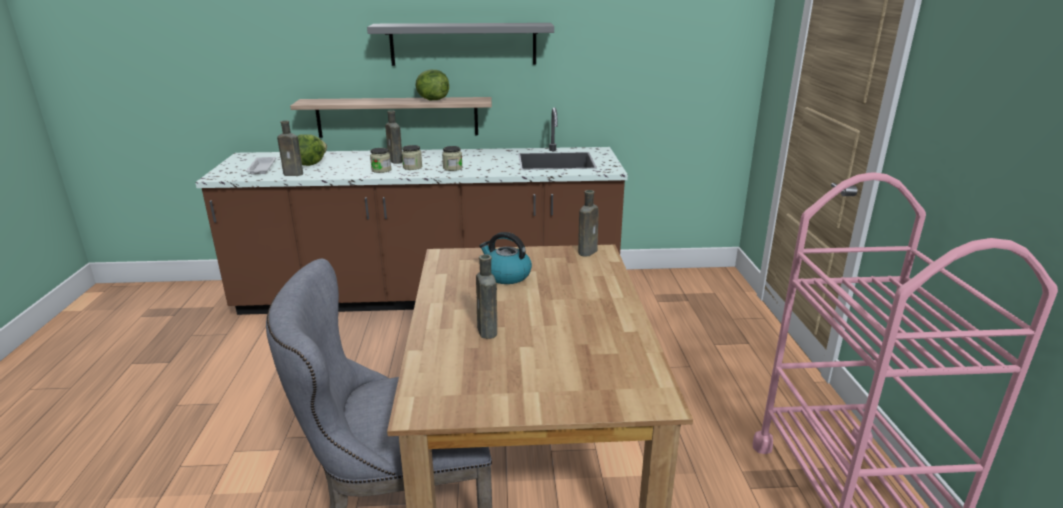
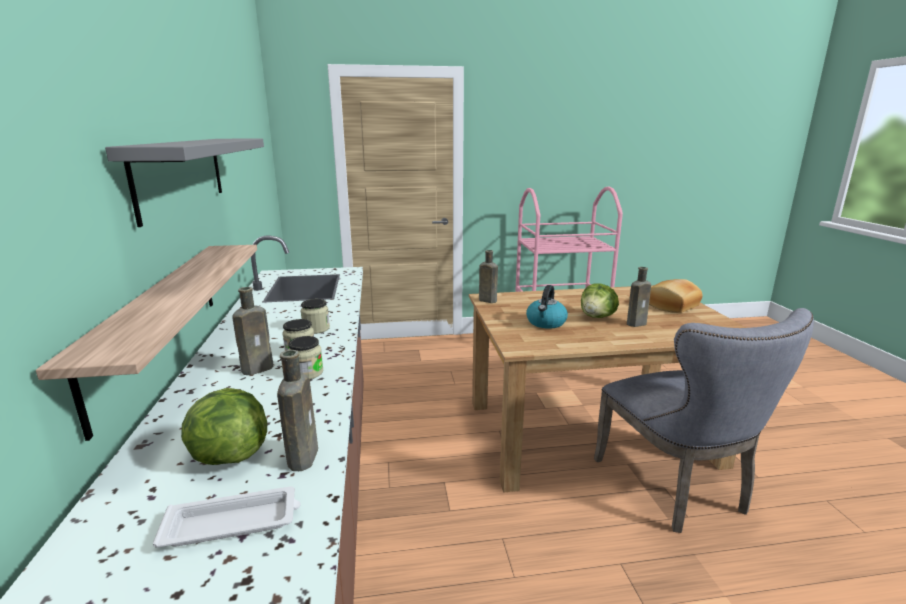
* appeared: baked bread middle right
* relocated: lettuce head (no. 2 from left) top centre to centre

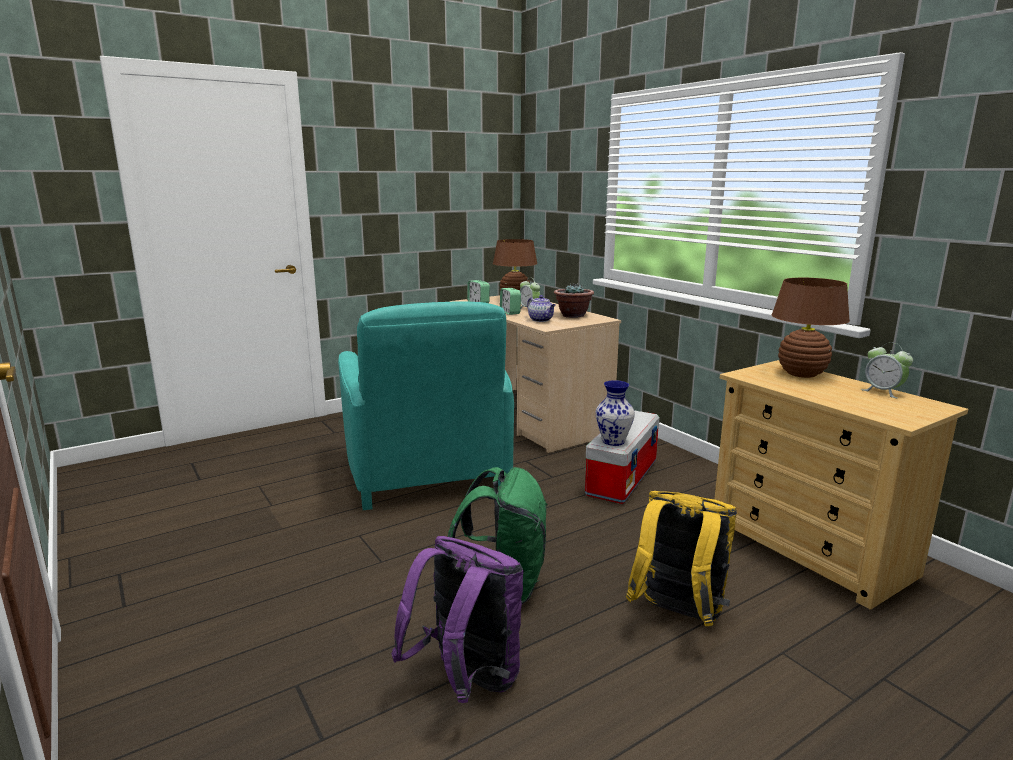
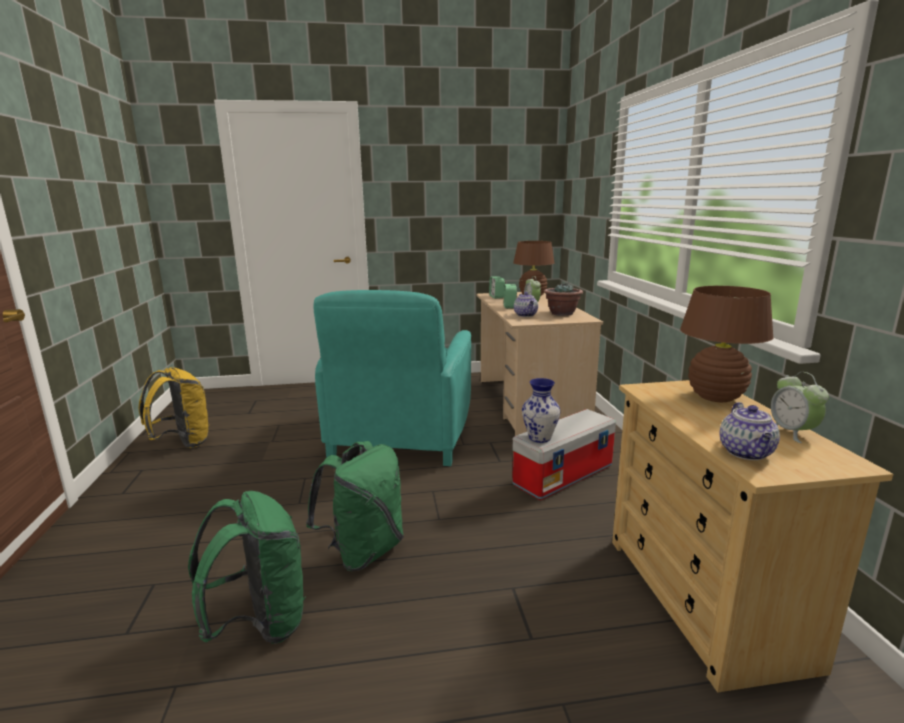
* appeared: tea pot (no. 2 from left) middle right
* relocated: knapsack (yellow-coloured) bottom right to middle left
* colour: knapsack (purplish) bottom centre to knapsack (green) (no. 1 from left) bottom left

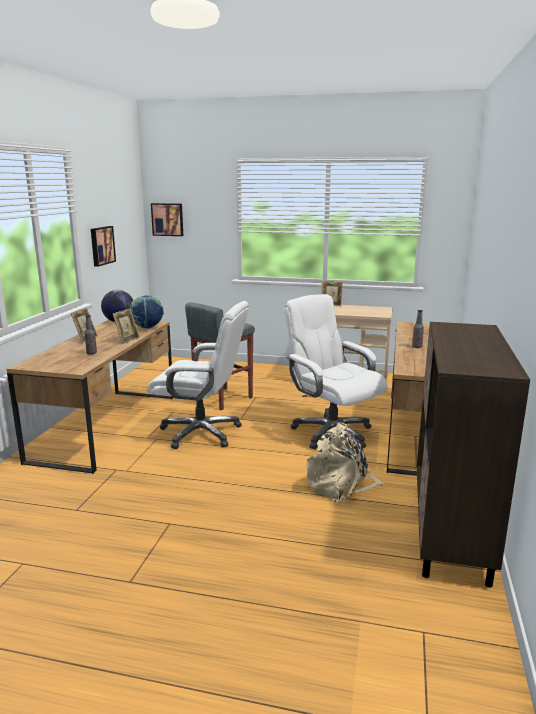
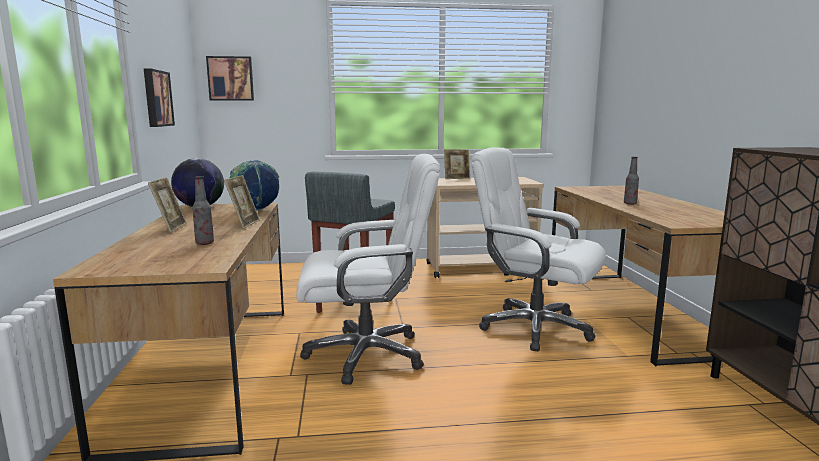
* missing: knapsack (beige-coloured) centre

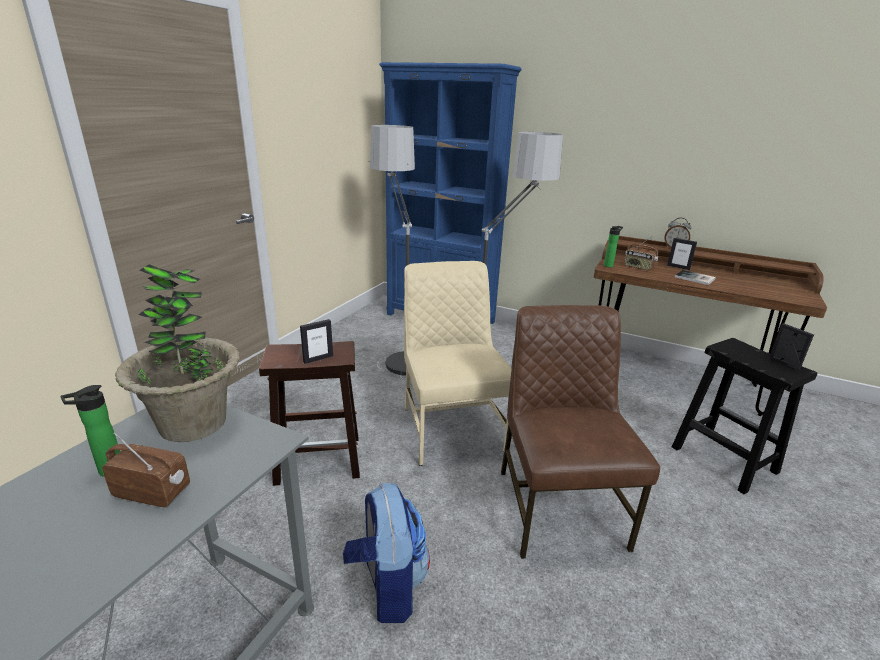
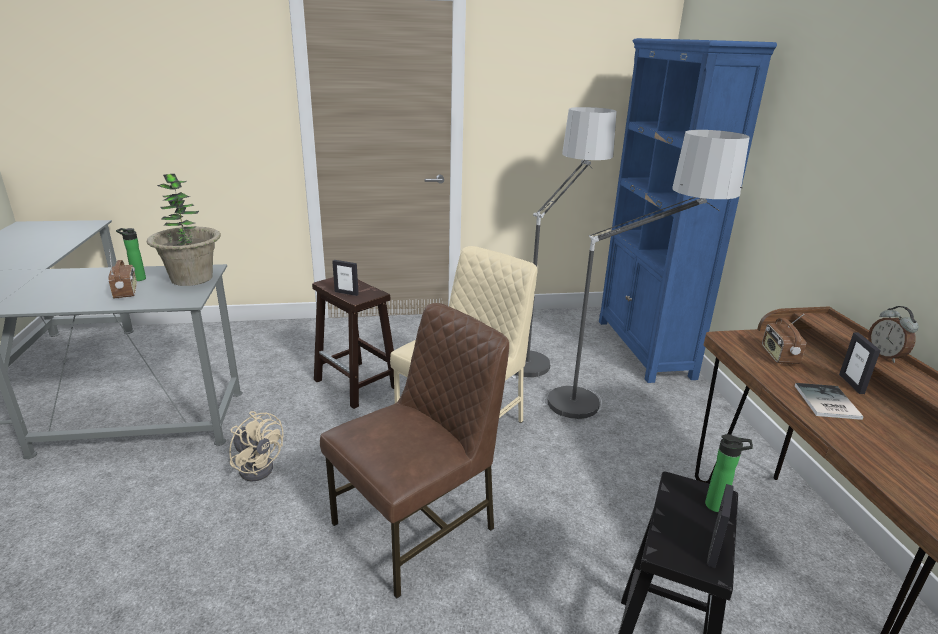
* relocated: drink bottle (no. 2 from left) middle right to bottom right
* exchanged: knapsack bottom centre to cooling fan (beige-coloured) bottom left

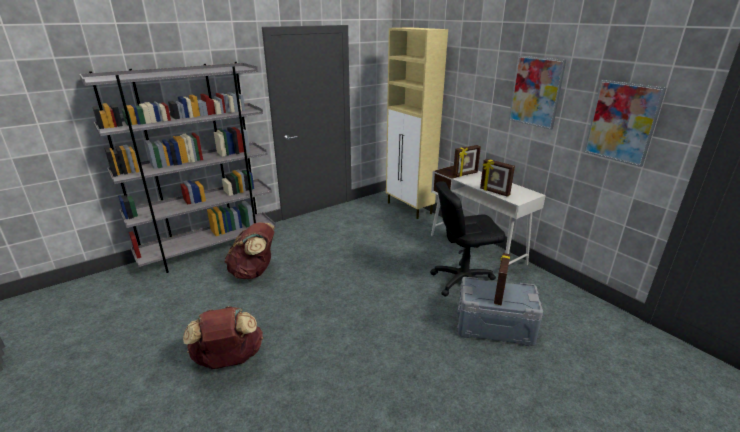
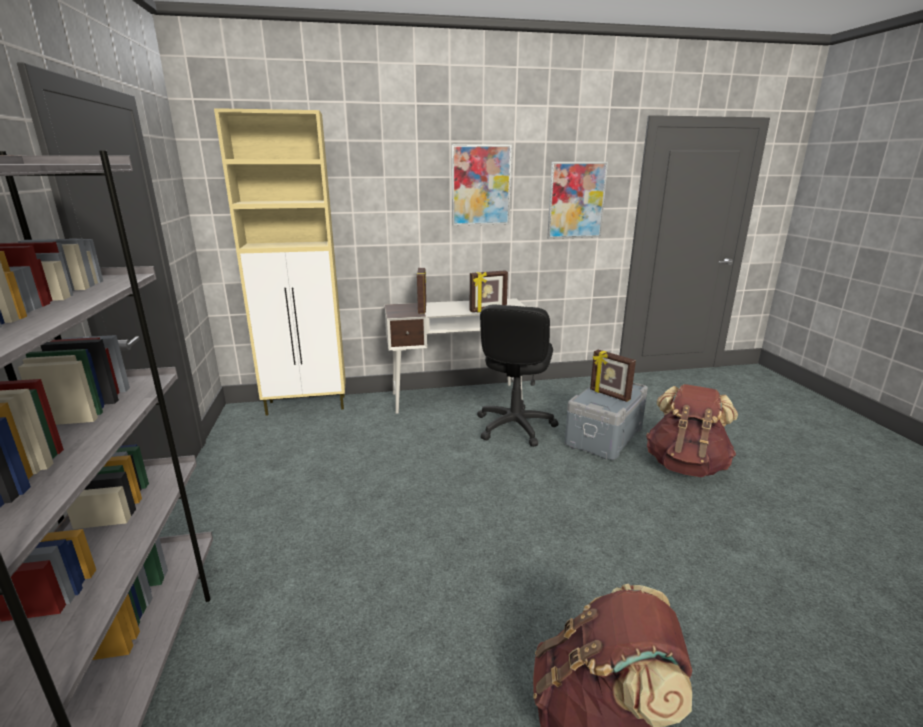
* relocated: knapsack (brownish) (no. 2 from left) centre to middle right

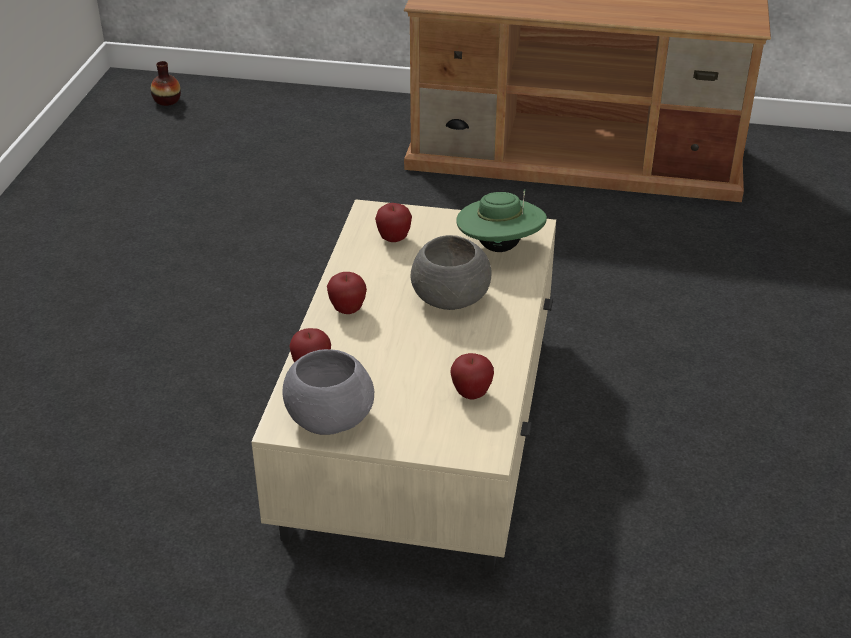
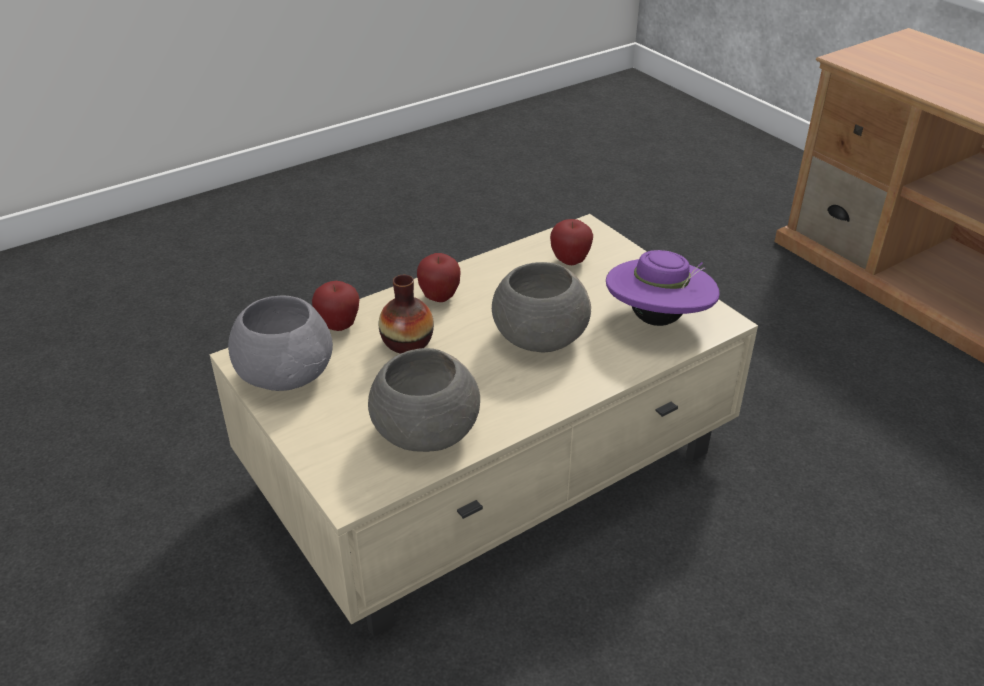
* relocated: vase top left to centre
* exchanged: whole apple (no. 4 from left) centre to serving bowl (gray) (no. 2 from left) centre
* colour: clothing hat (green) centre to clothing hat (purplish) middle right

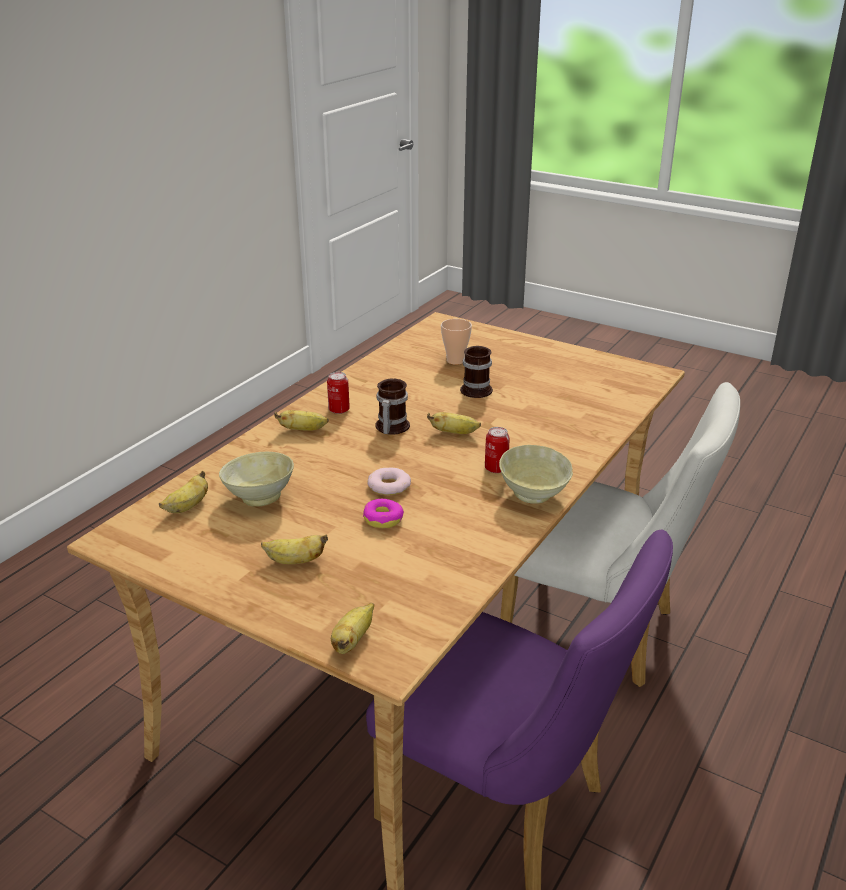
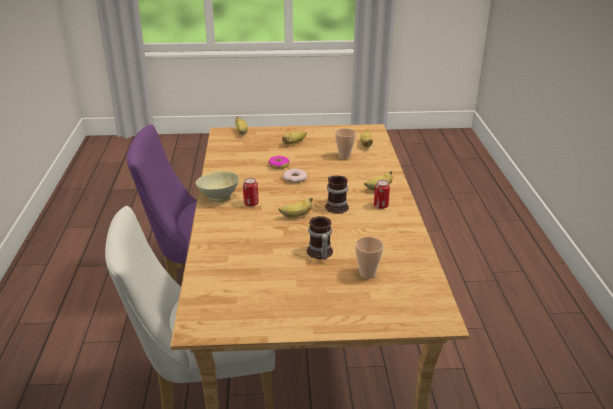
* exchanged: serving bowl (beige-coloured) (no. 1 from left) middle left to drinking cup (no. 1 from left) centre

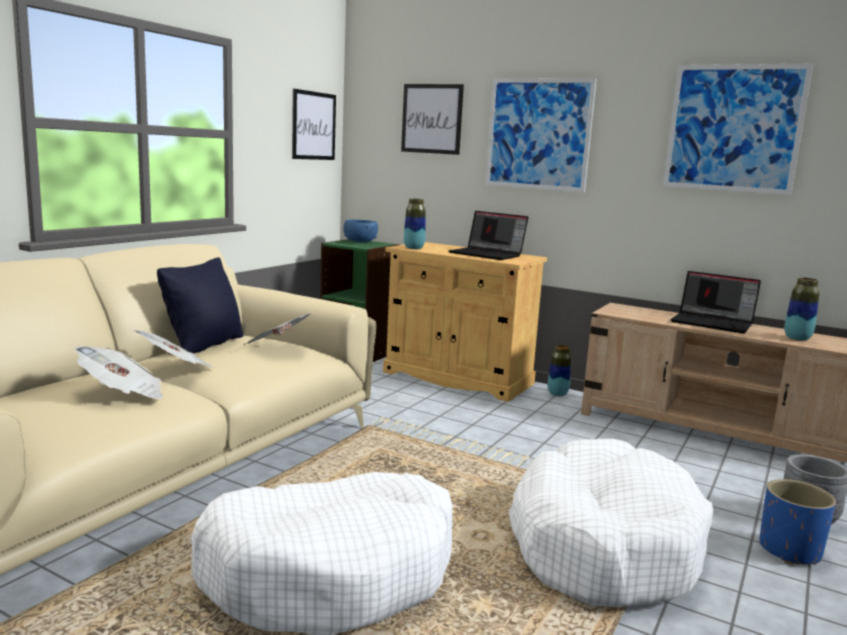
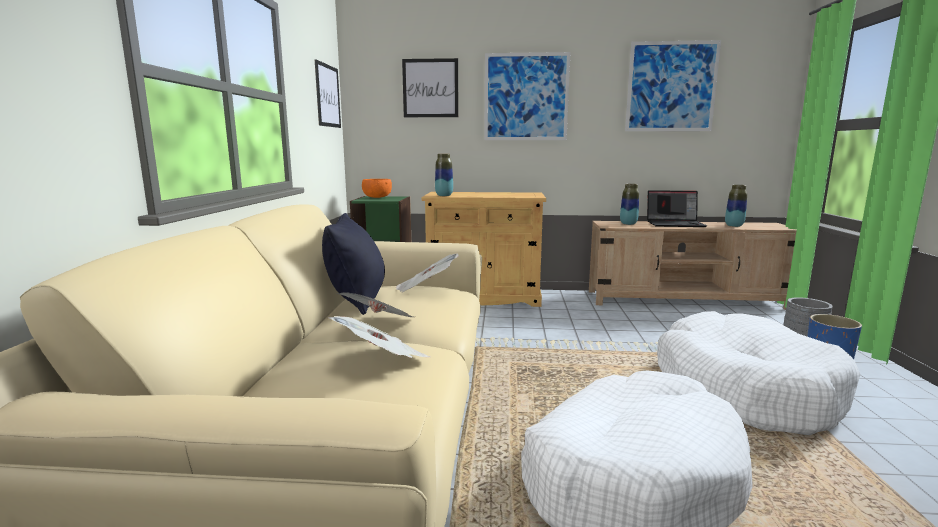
* missing: portable computer (no. 1 from left) centre
* relocated: vase (no. 2 from left) centre to middle right
* colour: serving bowl (blue) centre to serving bowl (orange) centre

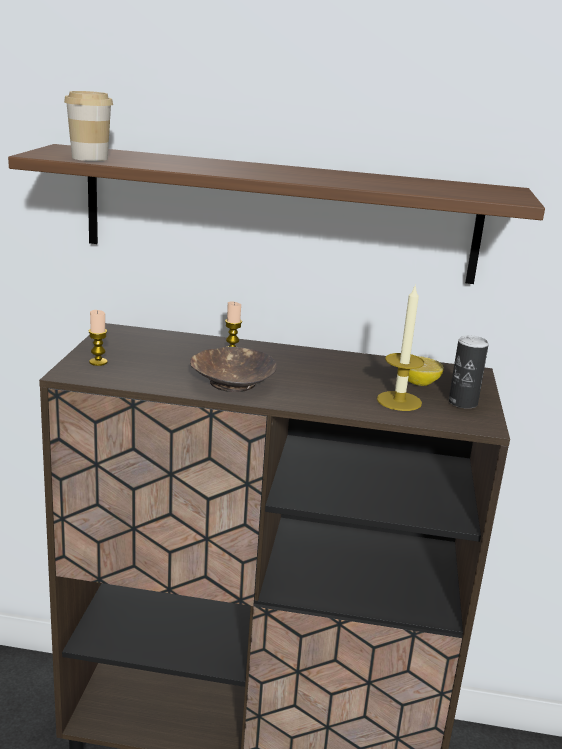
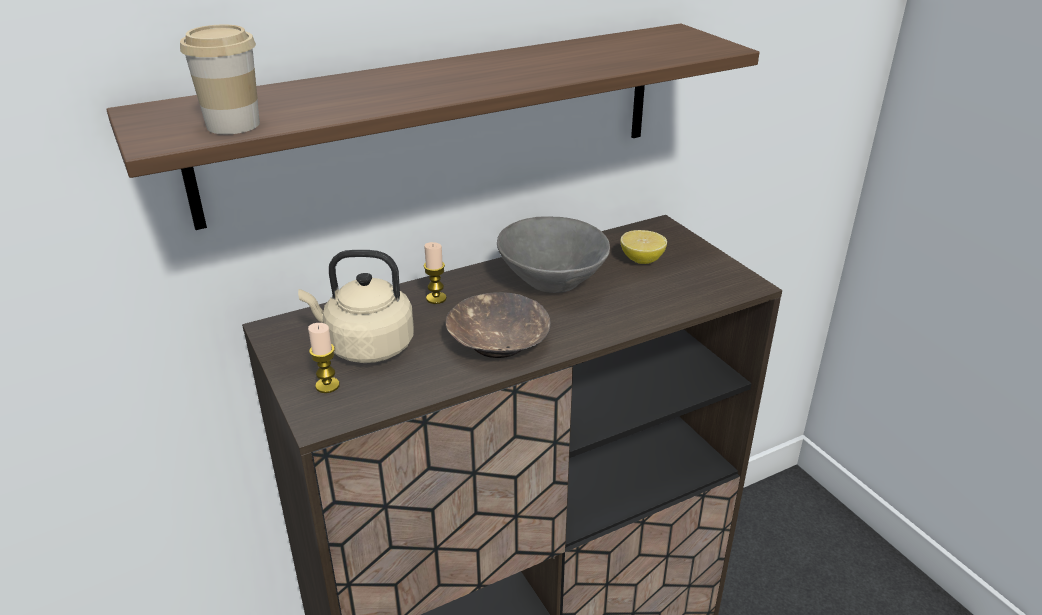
* missing: wax light (no. 3 from left) middle right
* missing: sealed can middle right
* appeared: water kettle (beige-coloured) centre
* appeared: serving bowl (gray) centre

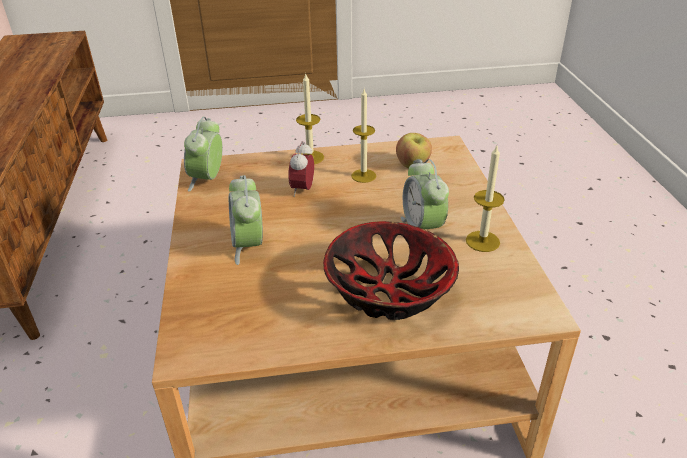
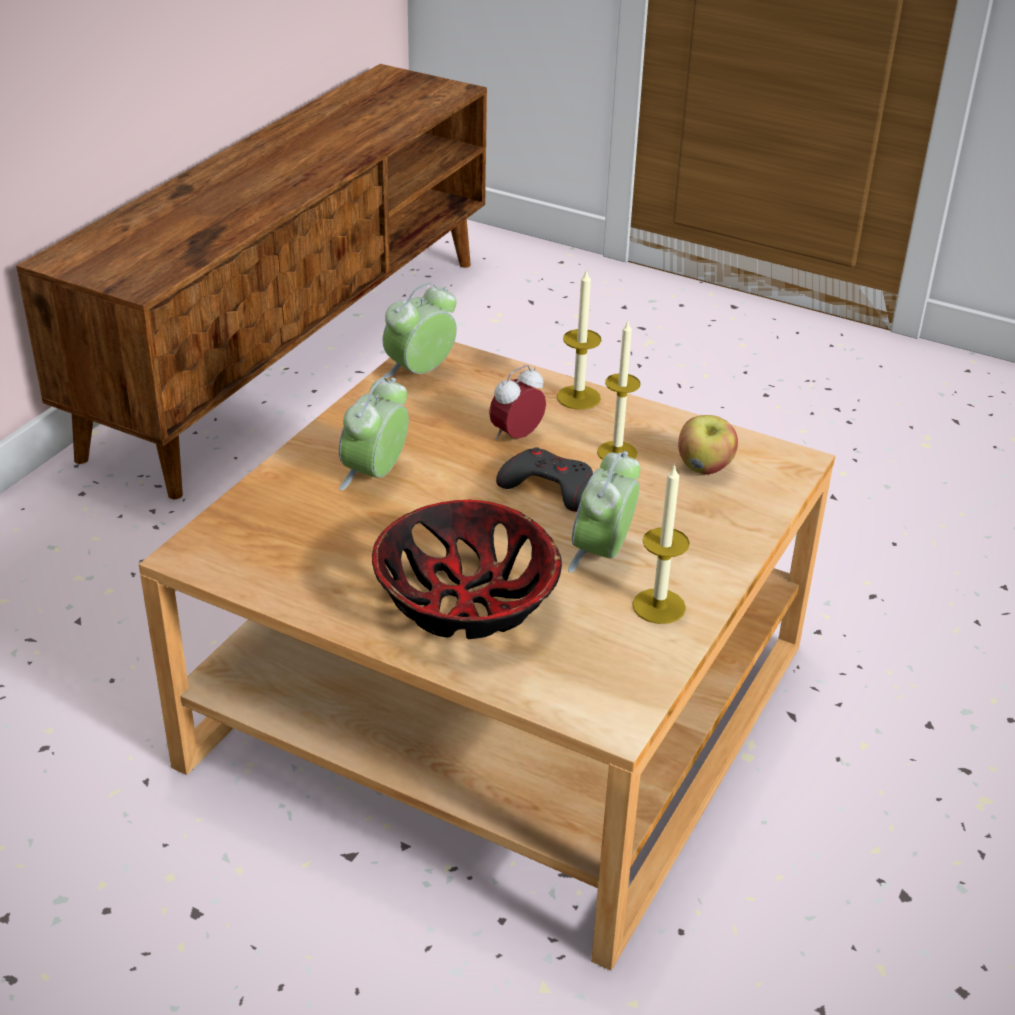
* appeared: joypad (gray) centre

